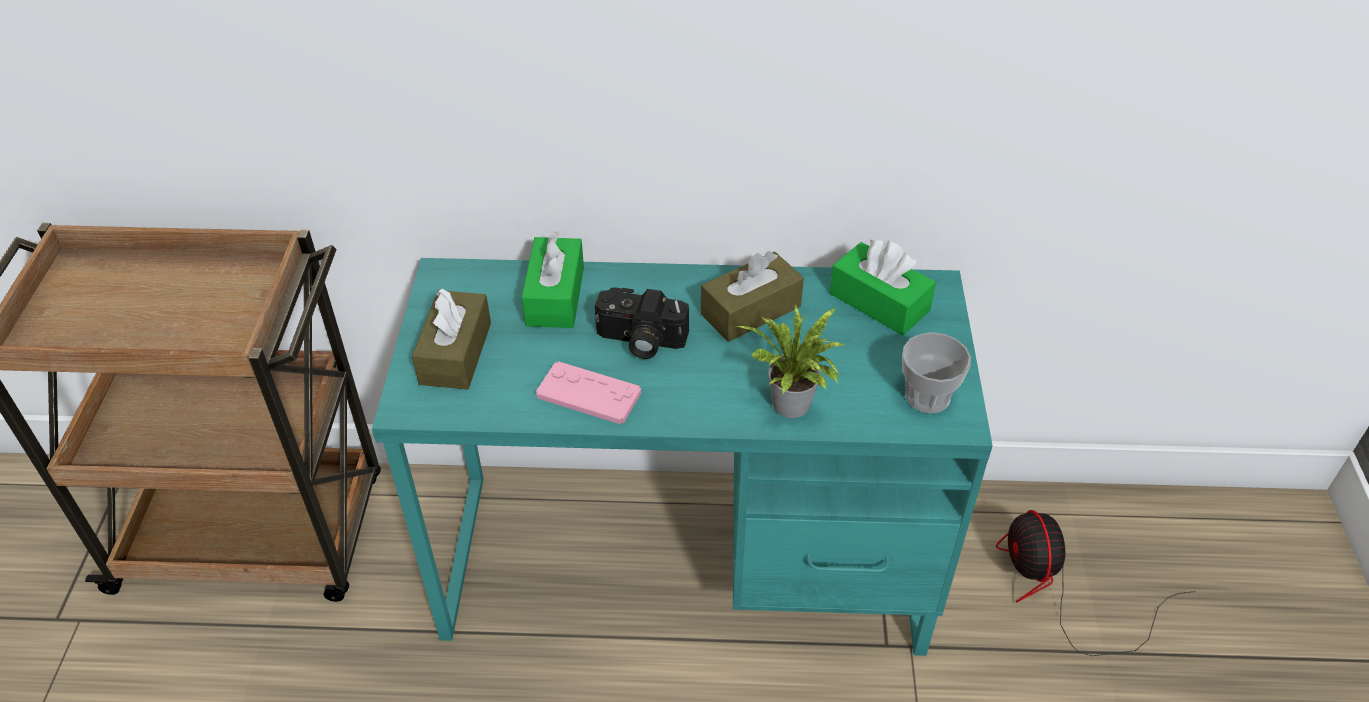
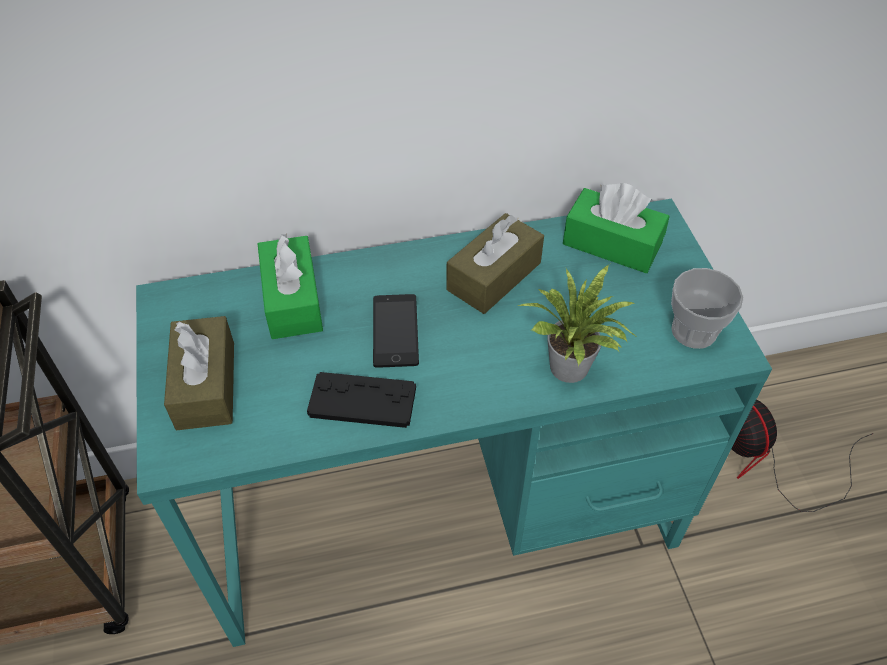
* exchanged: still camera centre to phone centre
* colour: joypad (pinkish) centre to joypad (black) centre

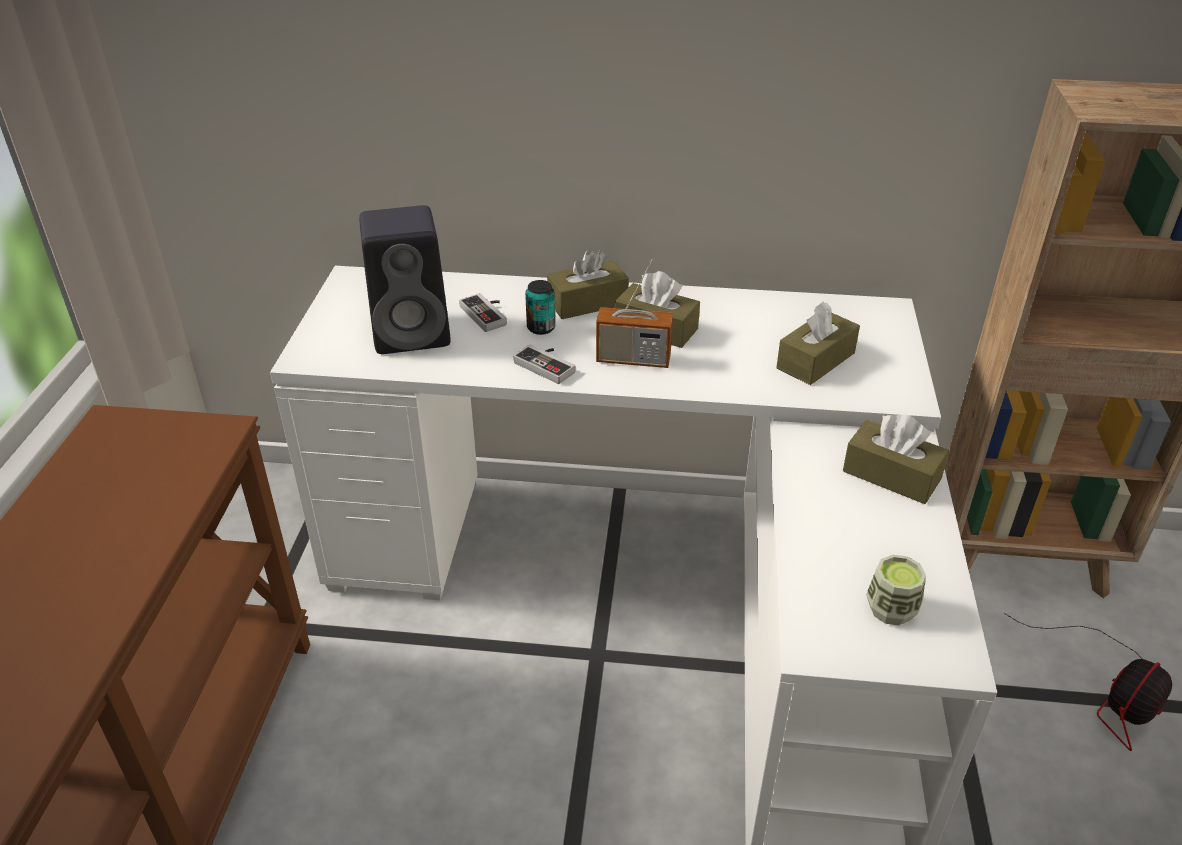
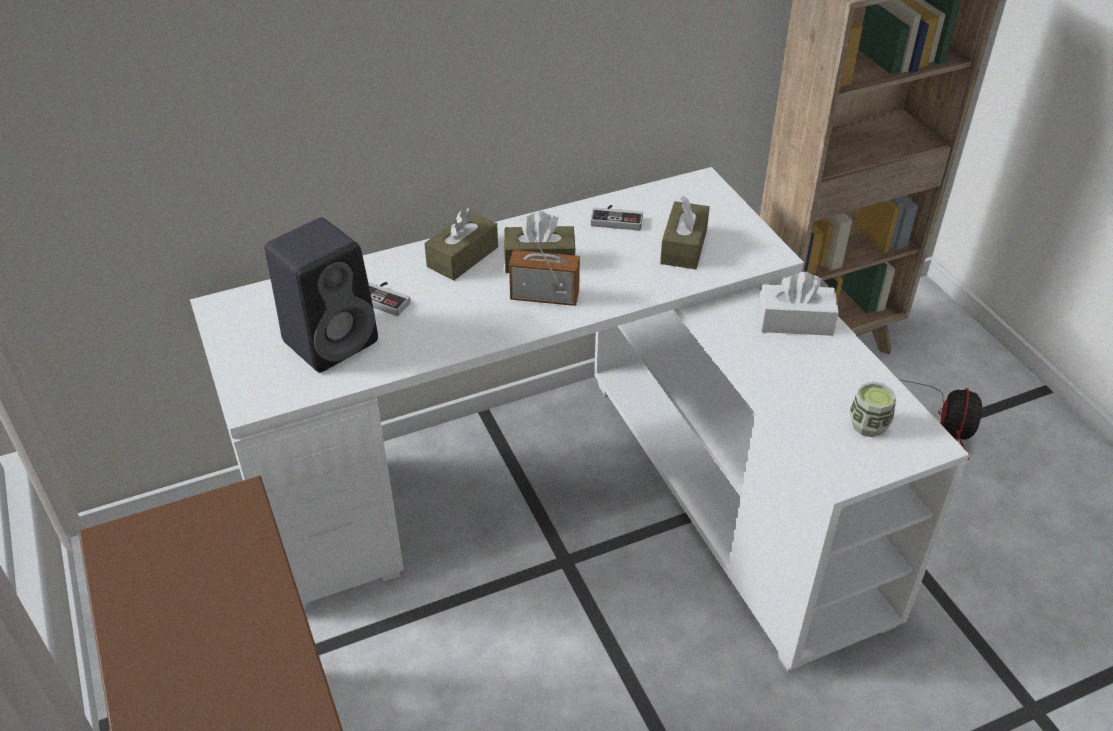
* missing: sealed can centre
* relocated: joypad (no. 2 from left) centre to top centre
* colour: tissue holder (brownish) (no. 4 from left) middle right to tissue holder (whitish) middle right
* spun: radio set centre = centre 150 degrees counterclockwise

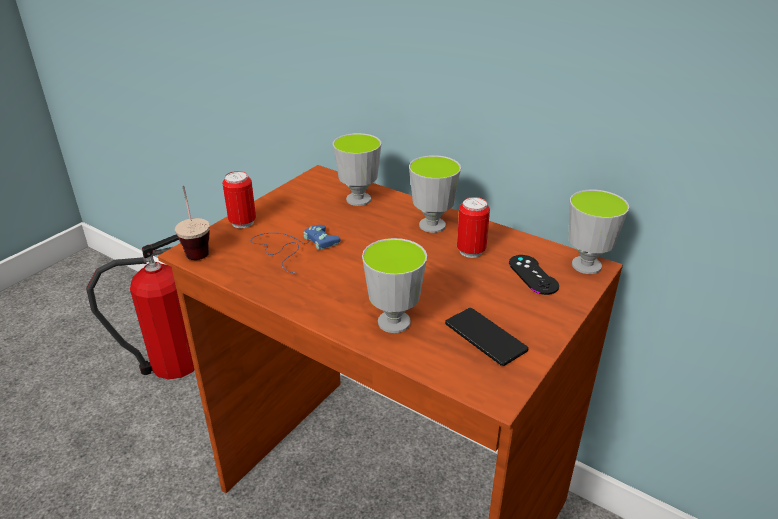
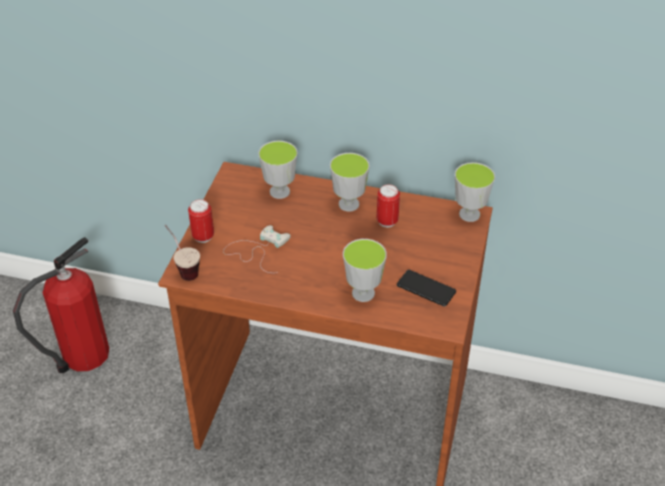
* missing: joypad (black) middle right
* colour: joypad (blue) centre to joypad (whitish) centre

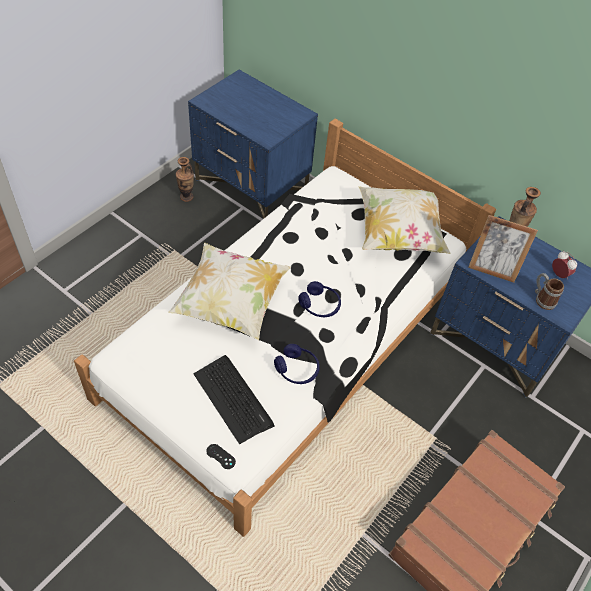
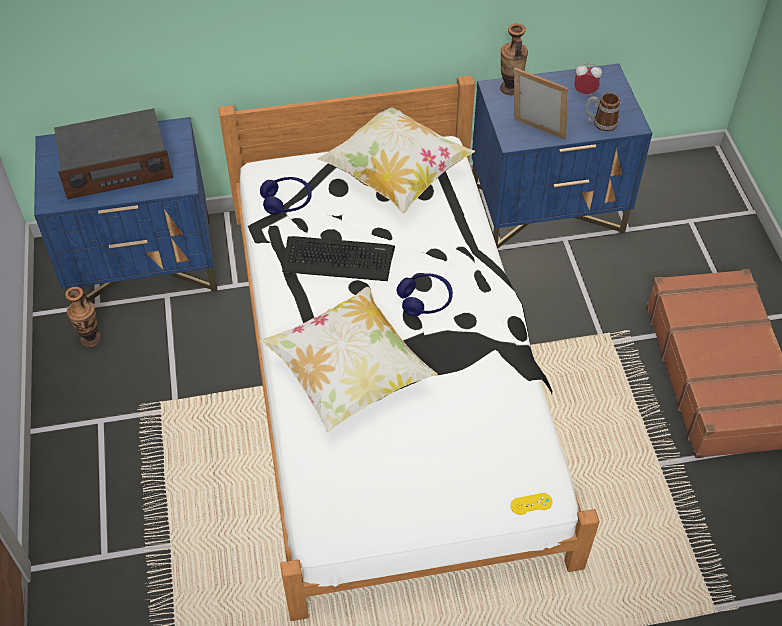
* appeared: radio set top left
* relocated: keyboard bottom centre to centre
* relocated: headset (blue) (no. 1 from left) centre to top centre
* colour: joypad (black) bottom centre to joypad (yellow-coloured) bottom right
* spun: picture frame middle right = top right 120 degrees counterclockwise

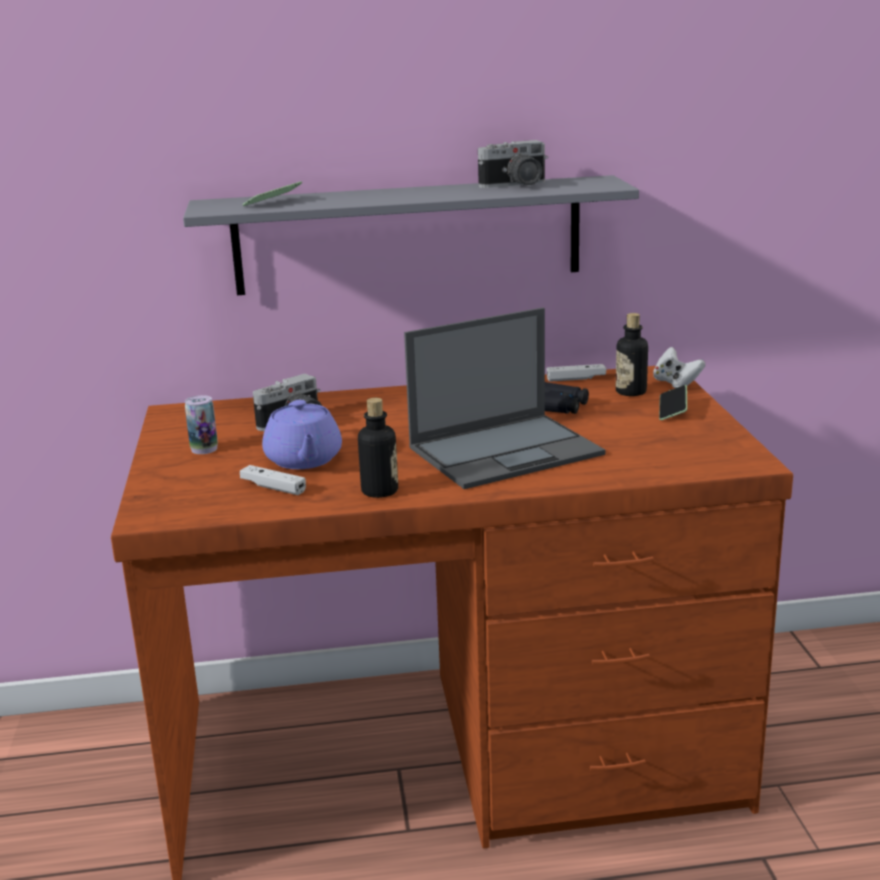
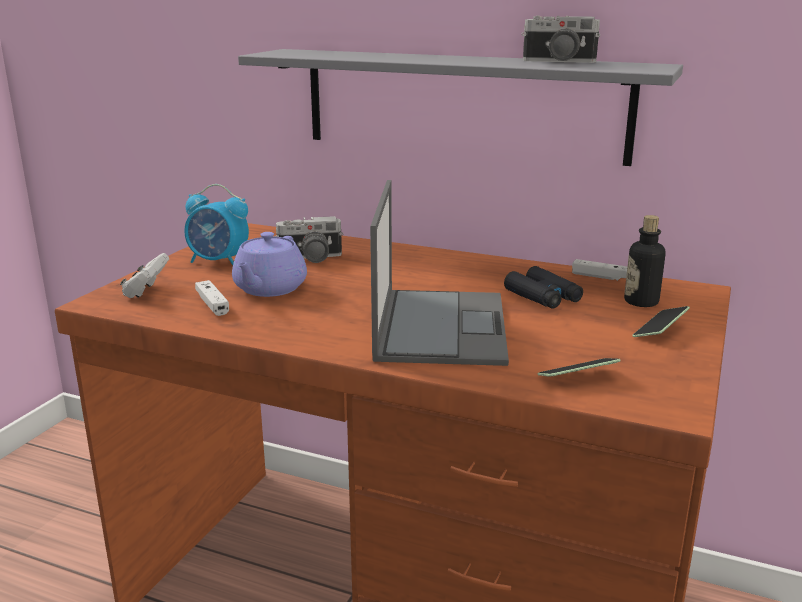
* missing: drink bottle (no. 1 from left) centre
* relocated: phone (no. 1 from left) top left to middle right
* relocated: joypad (whitish) (no. 3 from left in the first image) middle right to joypad (whitish) (no. 1 from left) middle left
* exchanged: sealed can middle left to table clock middle left
* spun: portable computer centre = centre 90 degrees counterclockwise

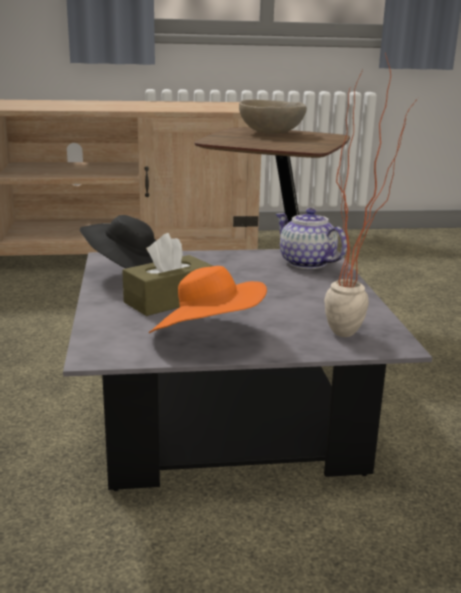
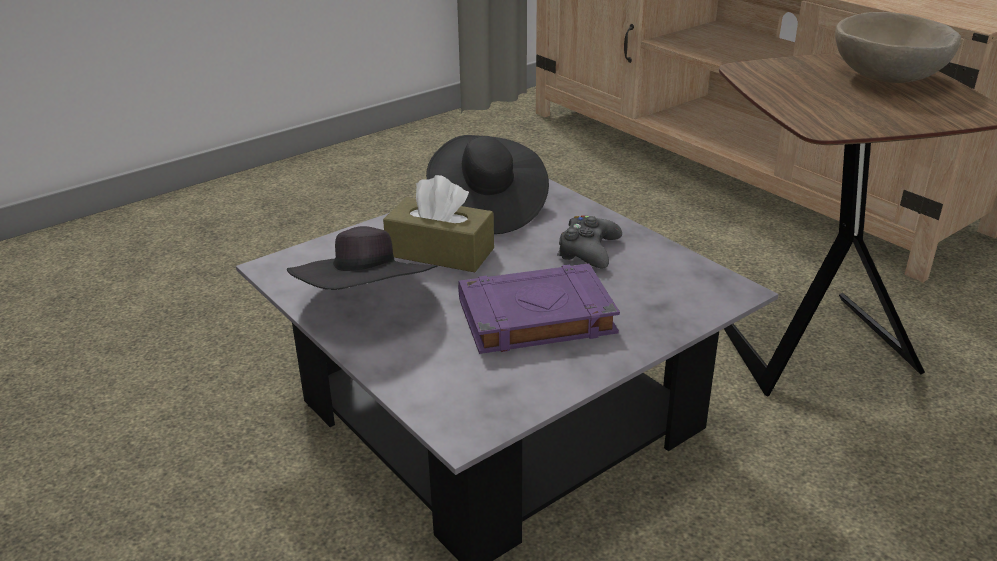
* missing: tea pot middle right
* missing: houseplant top right
* appeared: book (purplish) centre
* appeared: joypad (black) centre
* colour: clothing hat (orange) centre to clothing hat (black) (no. 1 from left) centre

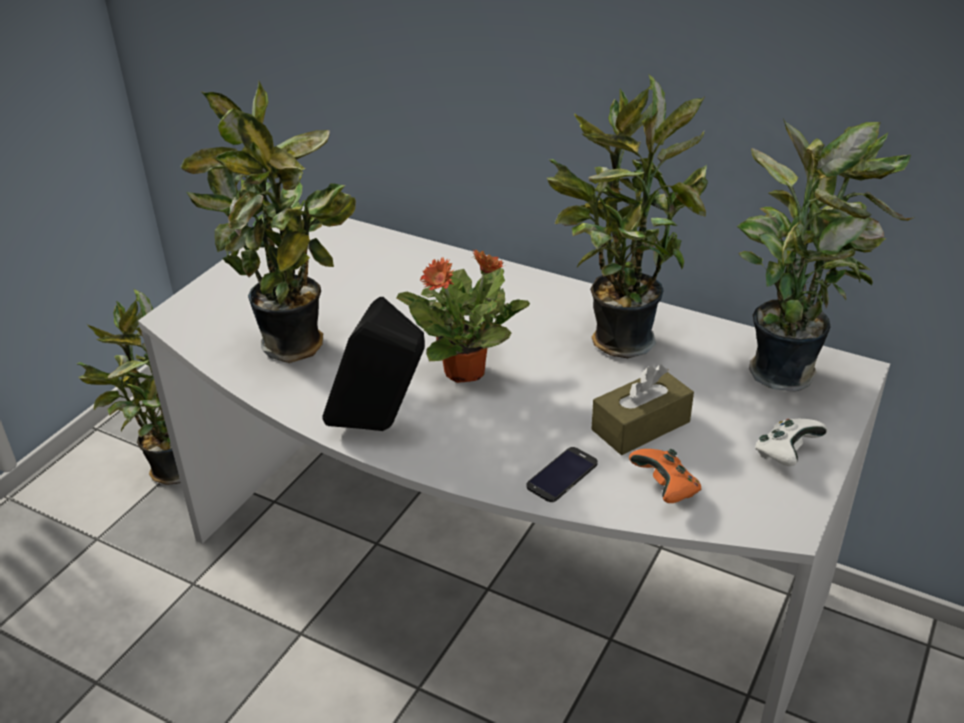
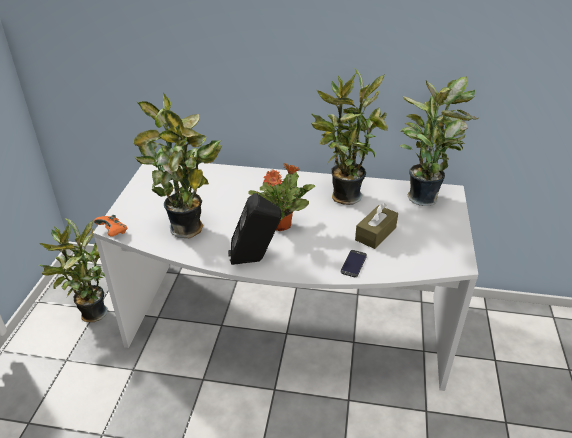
* missing: joypad (whitish) middle right
* relocated: joypad (orange) middle right to middle left

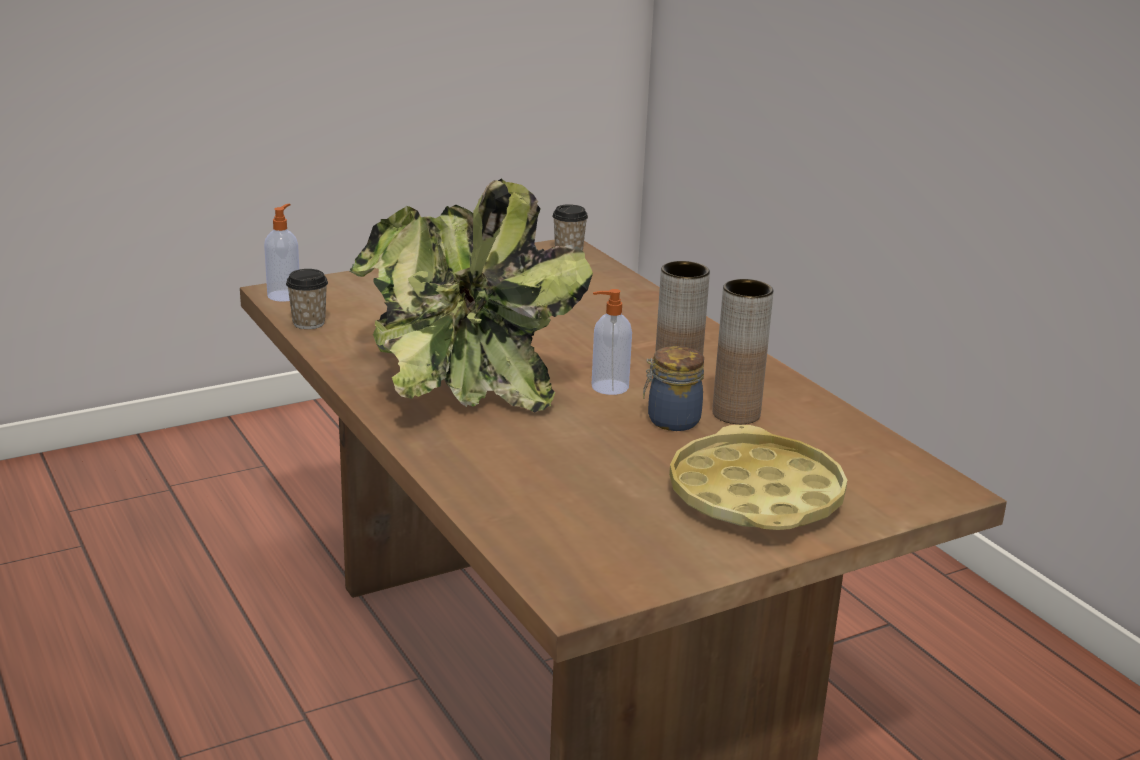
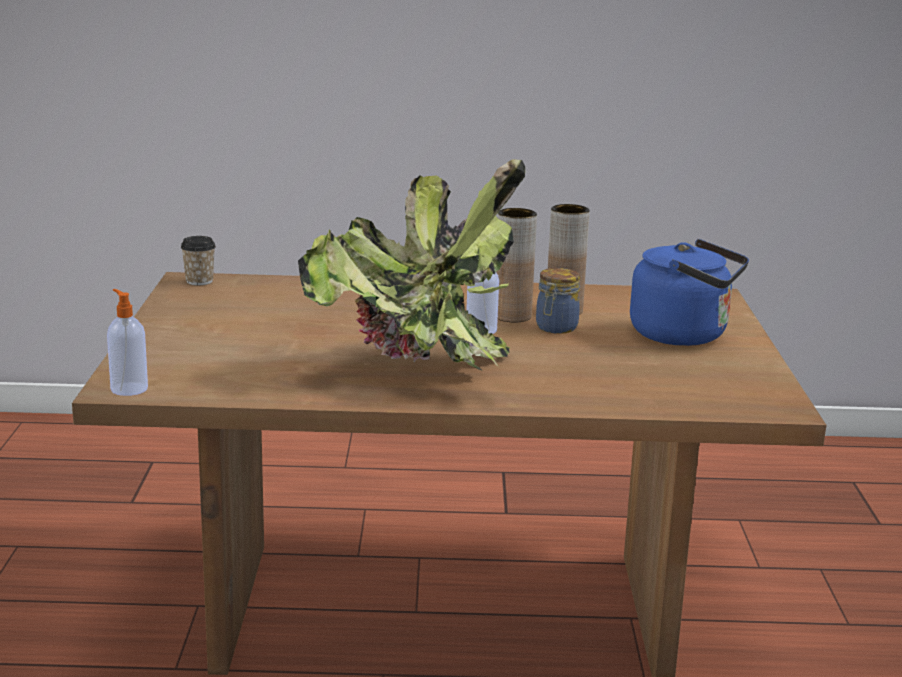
* missing: drinking cup (no. 1 from left) middle left
* exchanged: tray (yellow-coloured) centre to water kettle (blue) middle right

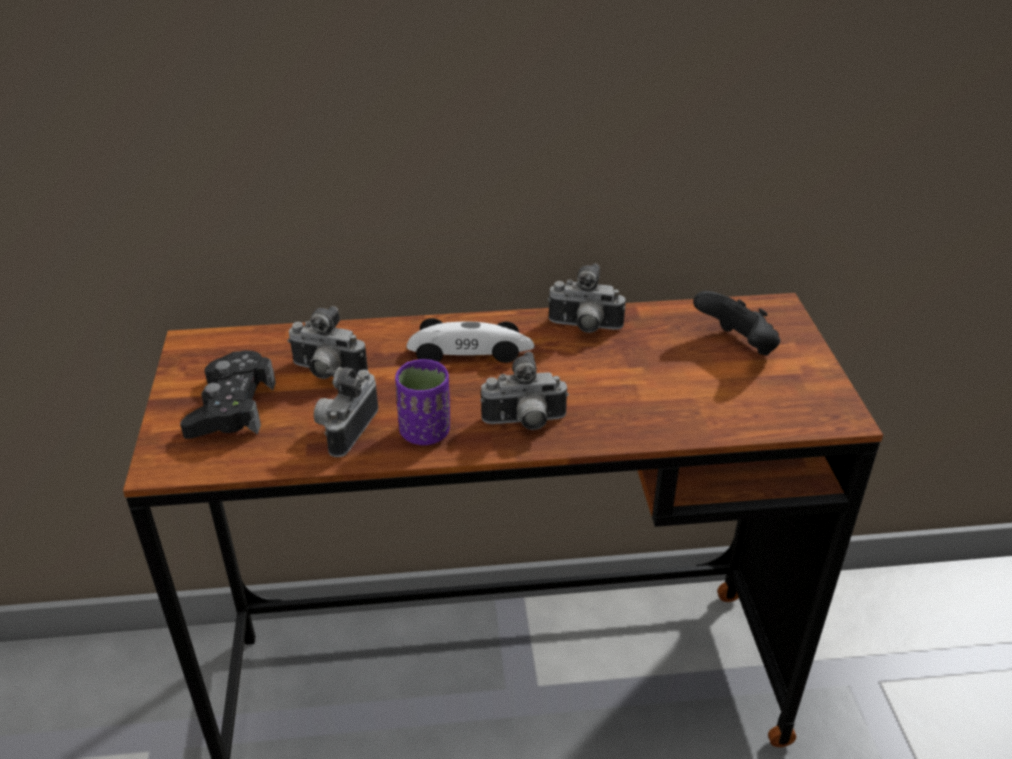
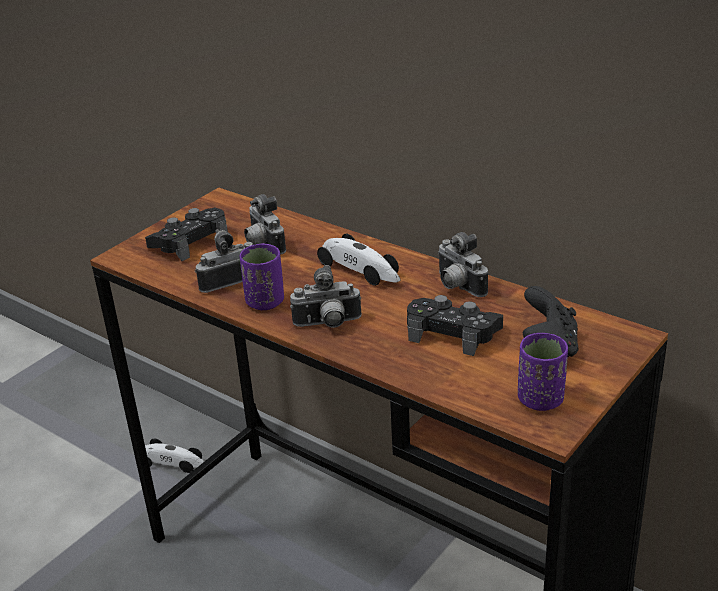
* appeared: model car (no. 1 from left) bottom left
* appeared: joypad (black) (no. 2 from left) centre
* appeared: drinking cup (purplish) (no. 2 from left) middle right
* spun: still camera (no. 3 from left) centre = centre 45 degrees counterclockwise

